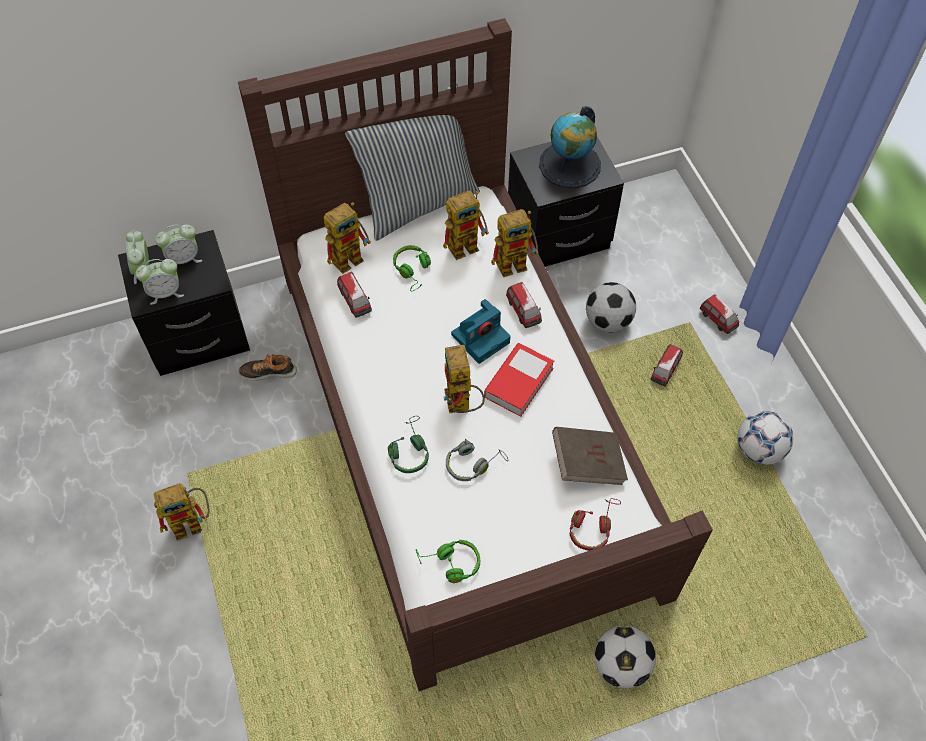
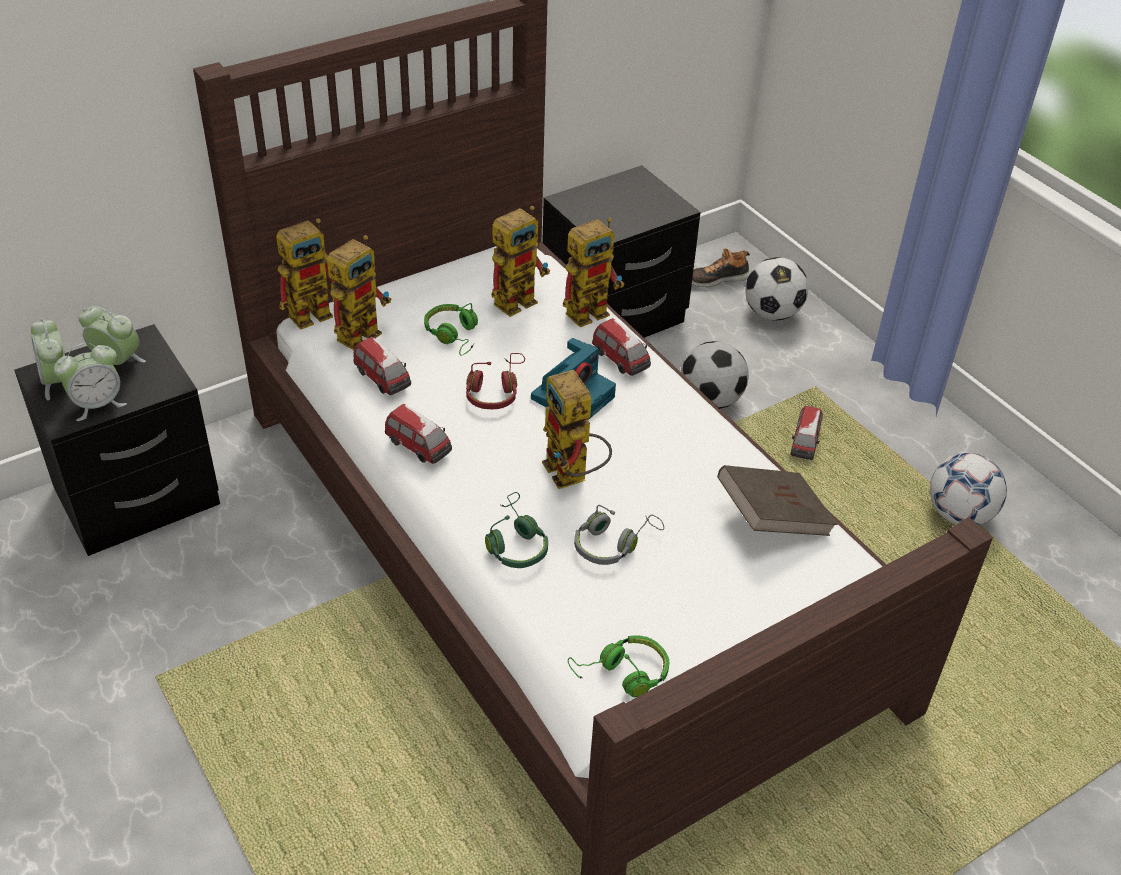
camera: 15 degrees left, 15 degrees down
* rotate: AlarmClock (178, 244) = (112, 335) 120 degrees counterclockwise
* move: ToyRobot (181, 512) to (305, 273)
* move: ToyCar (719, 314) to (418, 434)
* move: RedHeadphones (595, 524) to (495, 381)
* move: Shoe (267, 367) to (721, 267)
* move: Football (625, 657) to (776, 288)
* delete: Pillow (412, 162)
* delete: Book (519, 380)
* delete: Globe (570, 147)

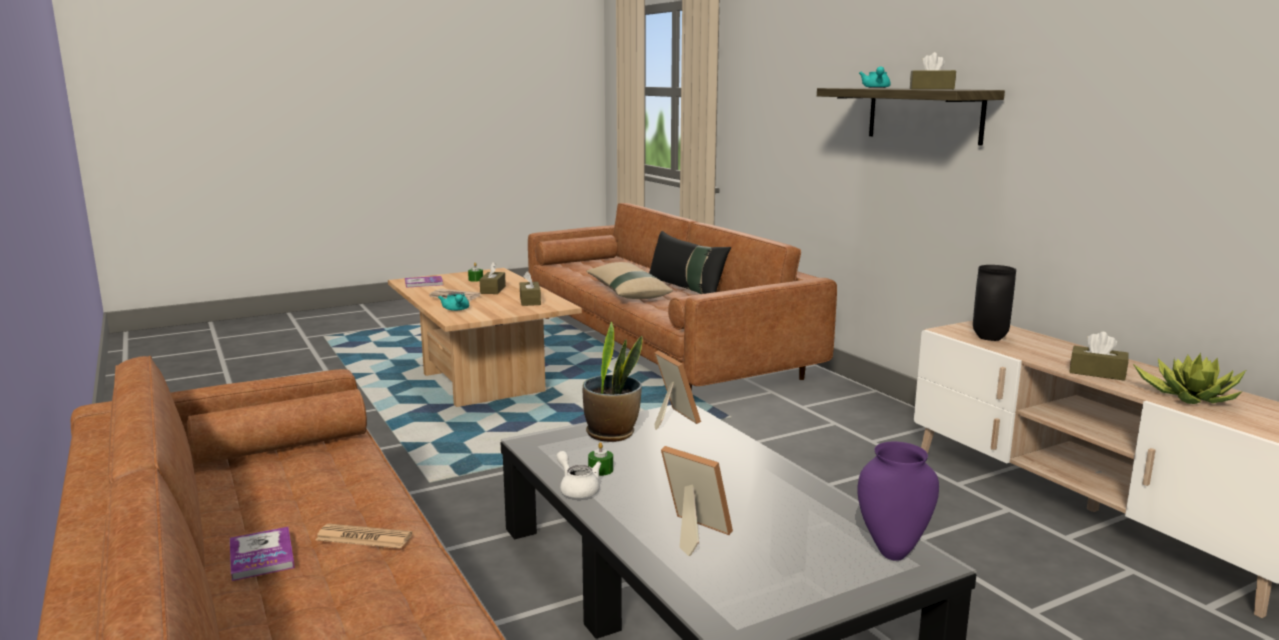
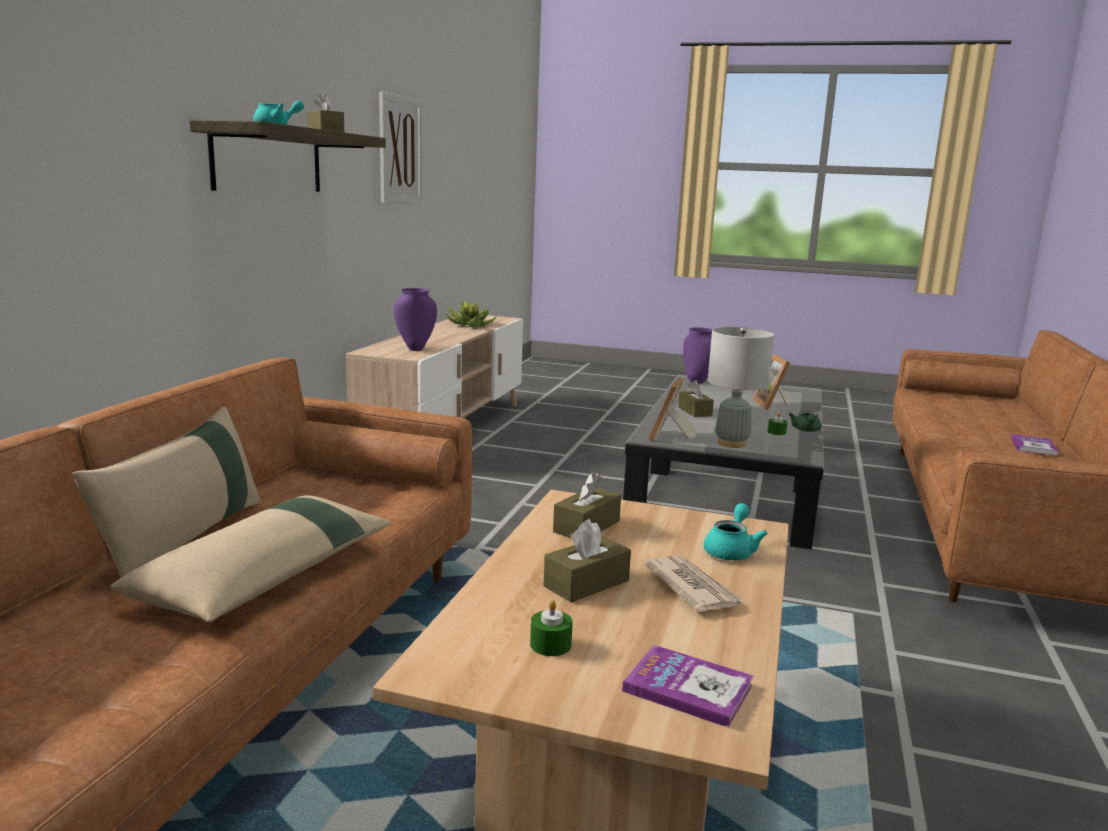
camera: 135 degrees left, 0 degrees up
* recolor: BlackPillow (690, 262) to BeigePillow (167, 492)
* insert: Picture (400, 147)
* recolor: BlackVase (994, 303) to PurpleVase (415, 319)
* move: BrownTissueBox (1099, 356) to (696, 398)
* replace: PottedPlant (613, 381) to GreyTableLamp (741, 387)
* recolor: WhiteTeapot (578, 474) to GreenTeapot (805, 421)
* delete: Newspaper (364, 536)

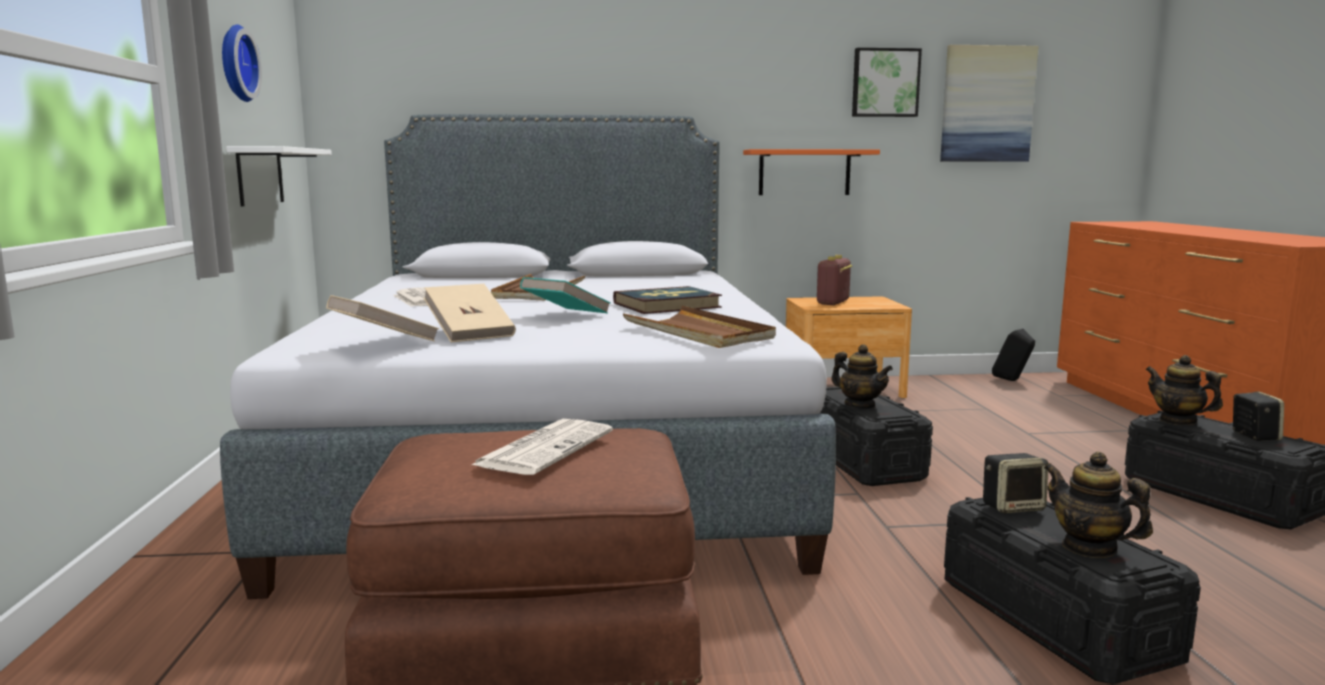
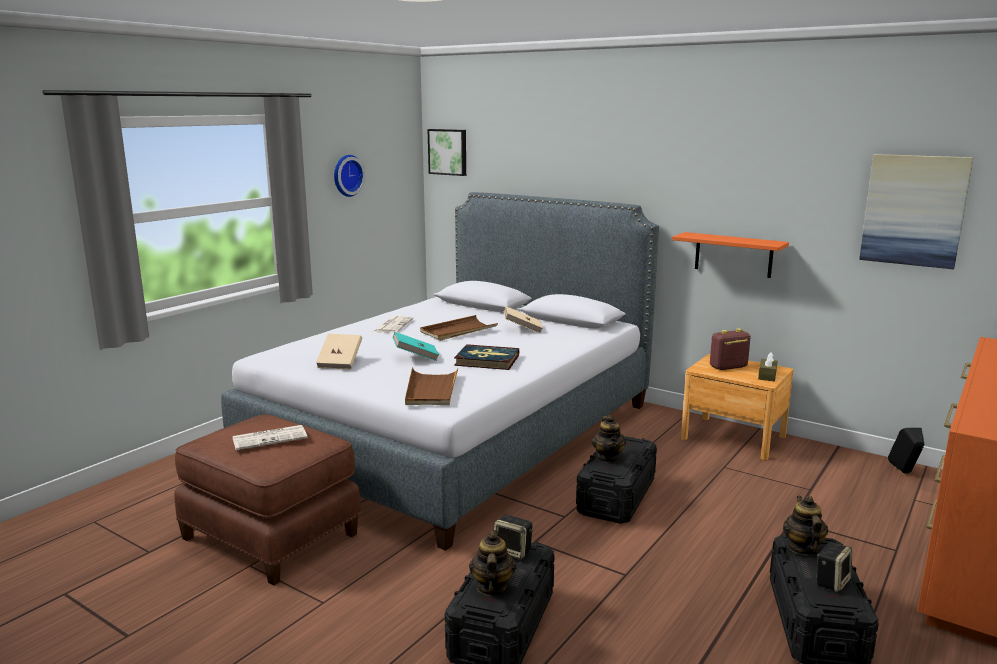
camera: 40 degrees right, 5 degrees up
* move: Picture (887, 82) to (447, 152)
* move: BeigeBook (382, 318) to (523, 320)
* insert: BrownTissueBox (768, 366)
* delete: WhiteShelf (279, 176)

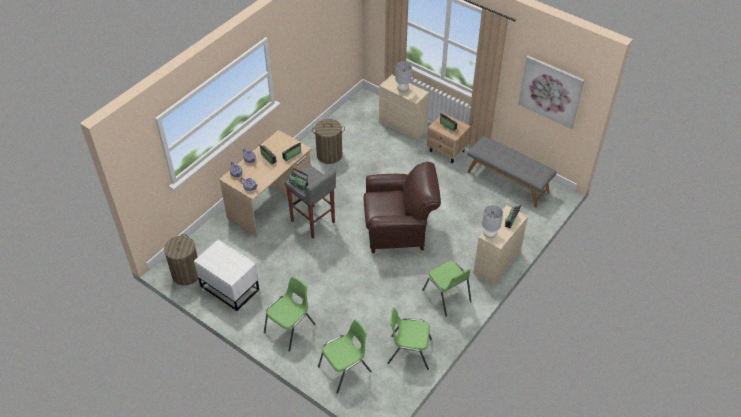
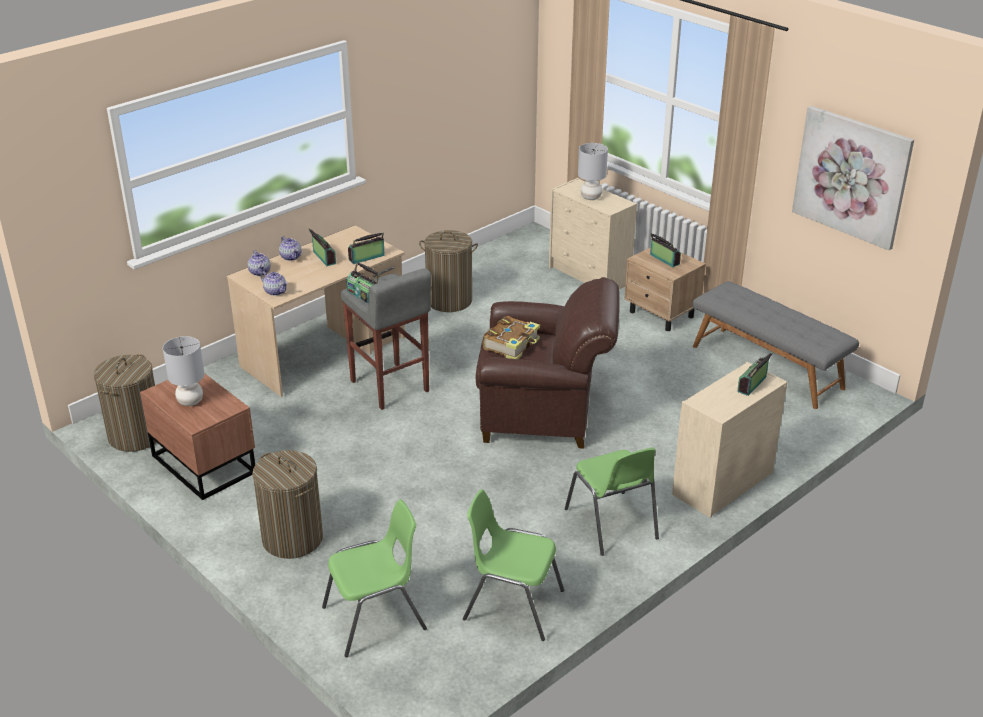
camera: 10 degrees right, 15 degrees down
* recolor: WhiteNightstand (226, 275) to BrownNightstand (197, 437)
* move: GreyTableLamp (492, 222) to (184, 371)
* replace: GreenChair (290, 314) to LaundryBasket (287, 504)
* insert: Book (511, 337)

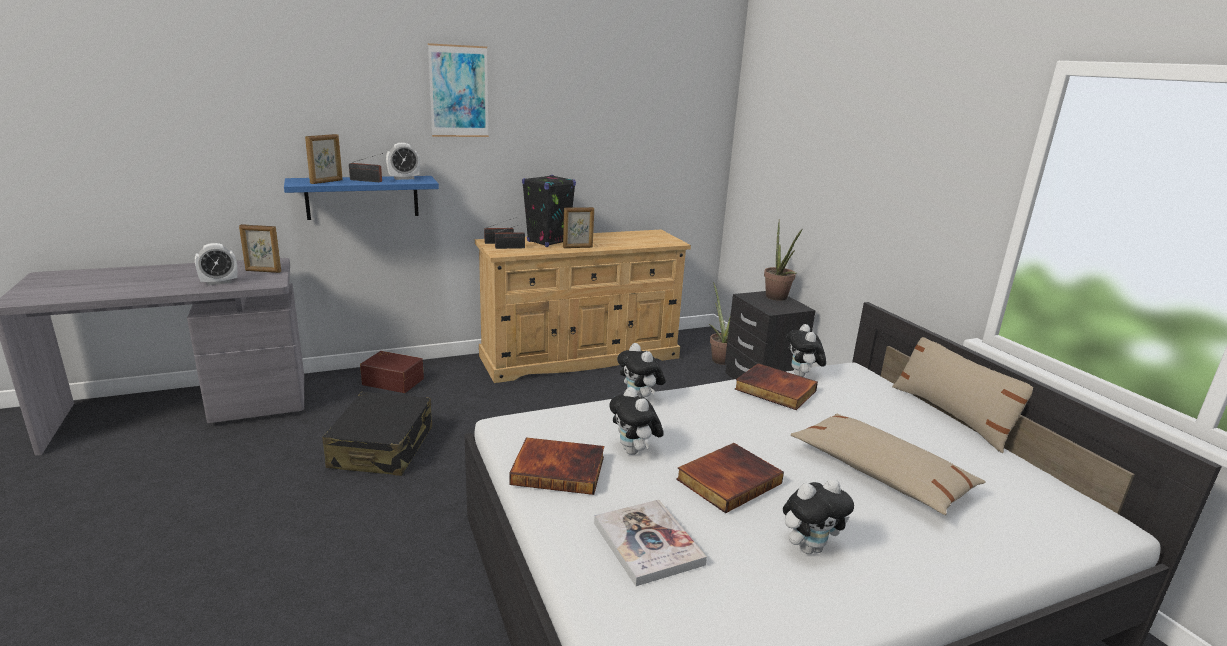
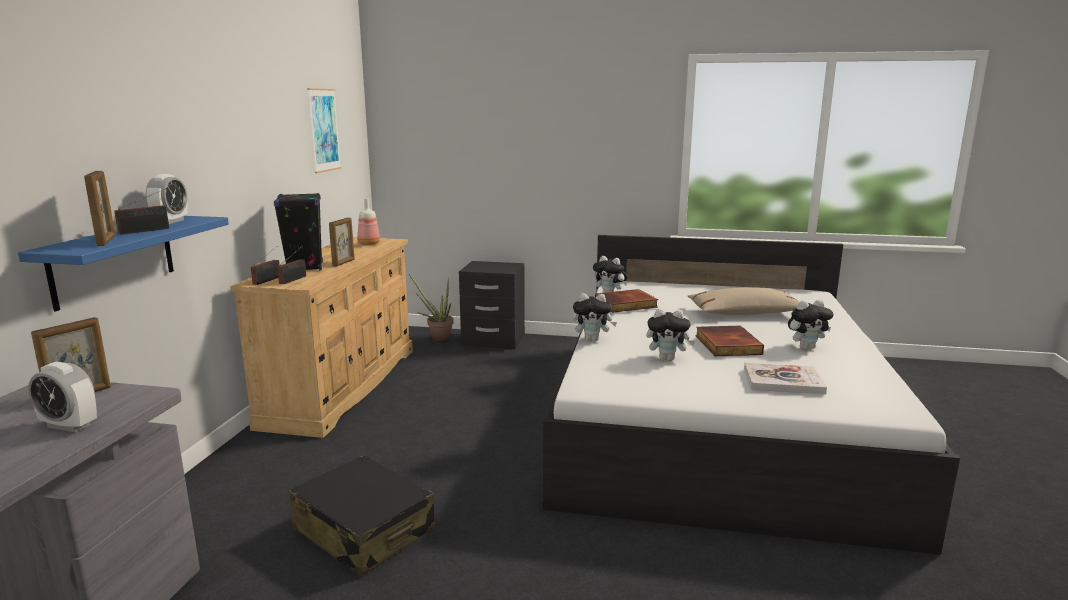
camera: 55 degrees left, 5 degrees down
* rotate: AlarmClock (216, 264) = (62, 397) 105 degrees clockwise
* move: Picture (458, 90) to (324, 130)
* insert: Bottle (368, 221)
* rotate: PlushToy (818, 516) = (810, 324) 60 degrees clockwise
* delete: BrownStorageBox (392, 372)
* delete: Book (556, 466)
* delete: PottedPlant (783, 260)
* delete: BeigePillow (962, 395)

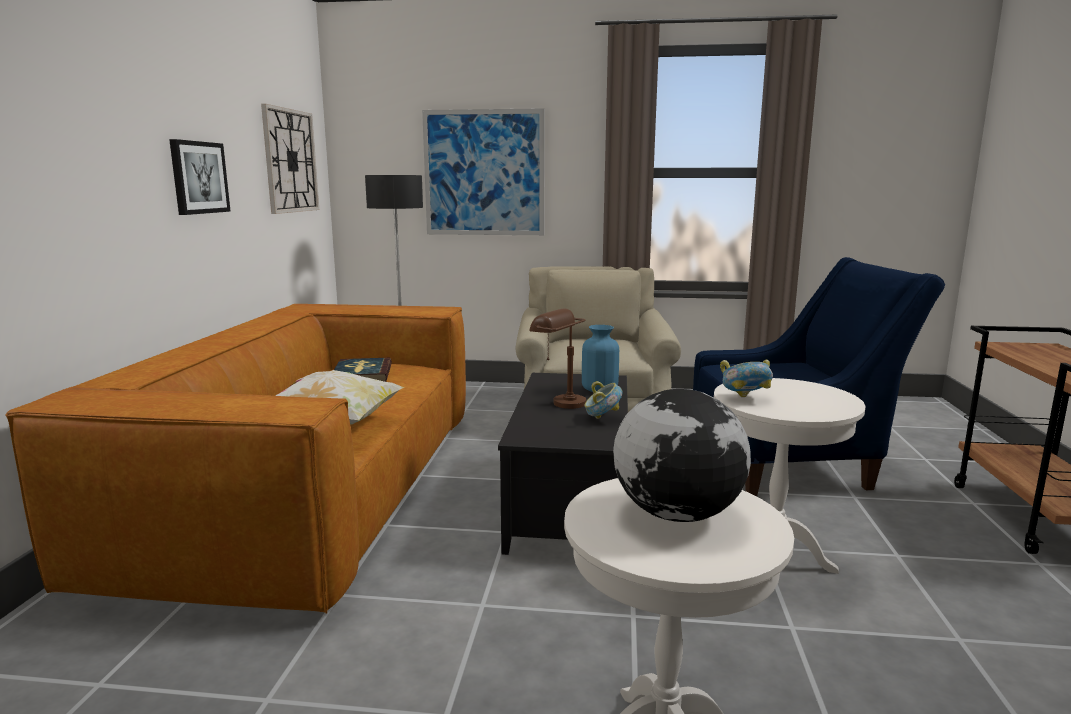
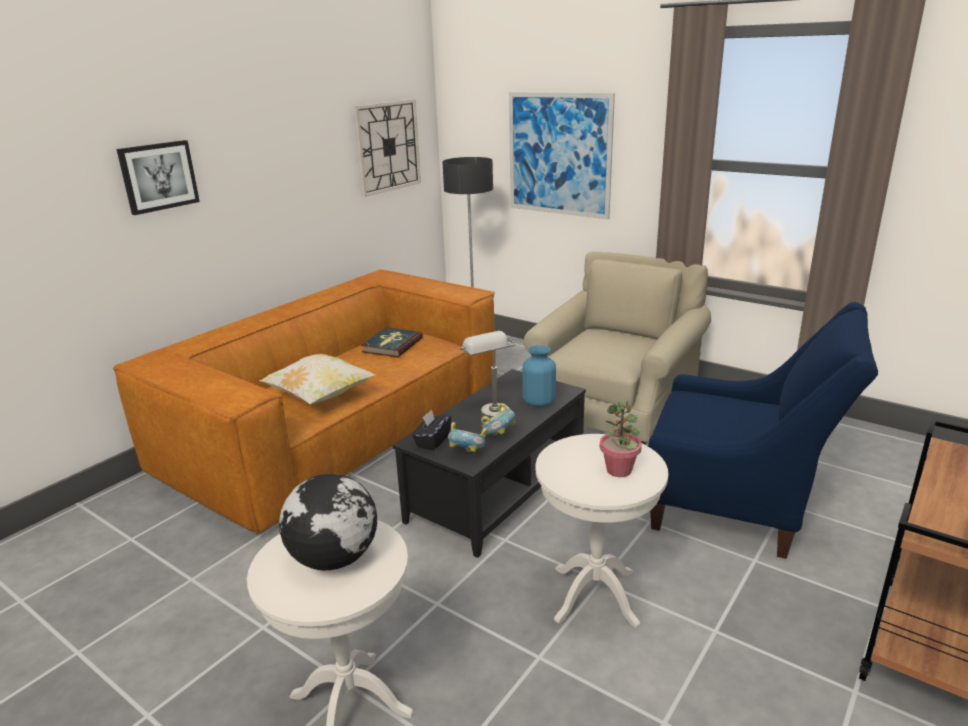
camera: 30 degrees right, 10 degrees up
* move: Picture (200, 177) to (158, 177)
* insert: BlackTissueBox (431, 429)
* move: Bowl (746, 378) to (468, 437)
* recolor: BrownTableLamp (557, 359) to GreyTableLamp (488, 374)
* insert: PottedPlant (621, 439)

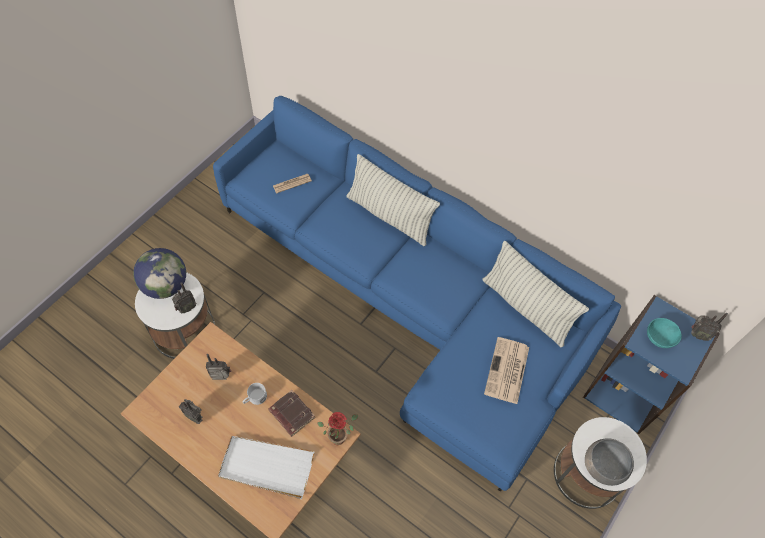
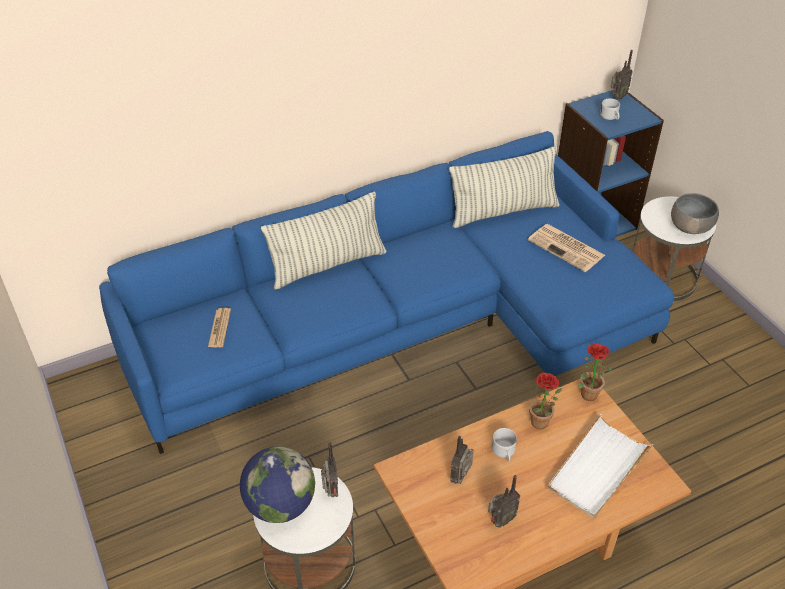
camera: 60 degrees left, 15 degrees down
* replace: BrownBook (291, 413) to PottedPlant (545, 400)
* replace: TurquoiseBowl (664, 333) to WhiteMug (610, 109)

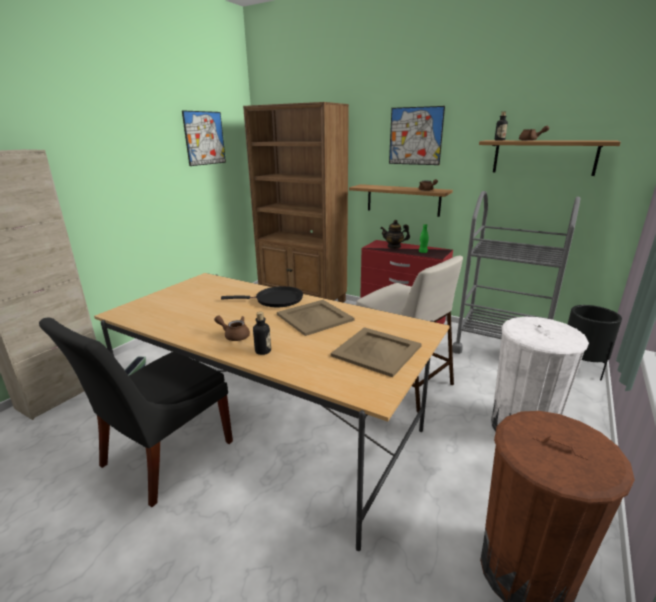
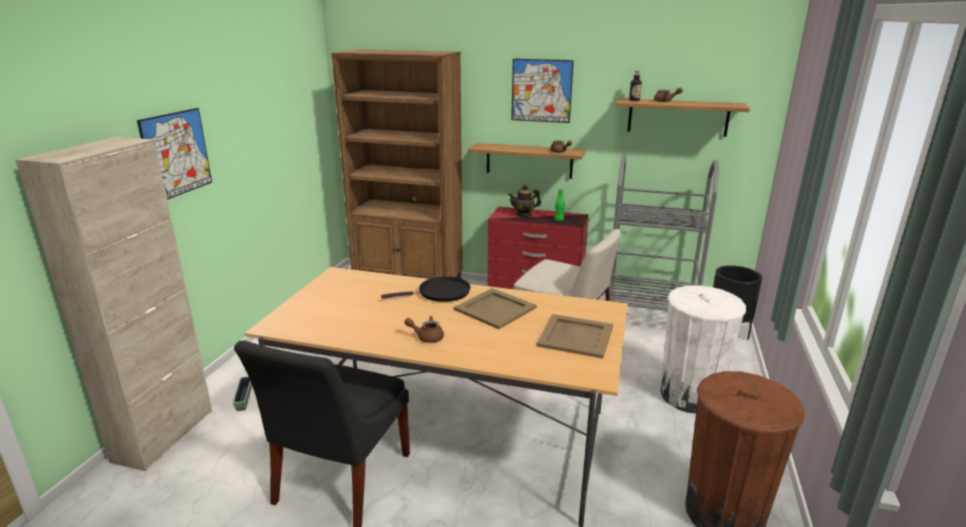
camera: 15 degrees left, 0 degrees up
* move: Picture (204, 138) to (174, 153)
* delete: Bottle (262, 333)

